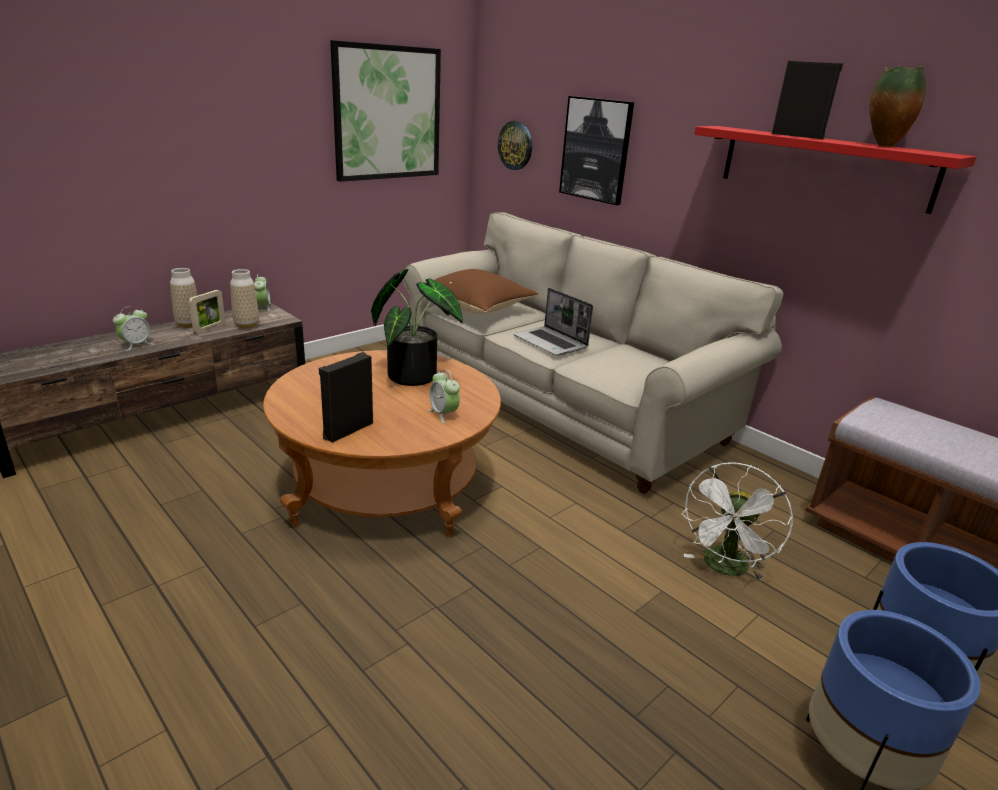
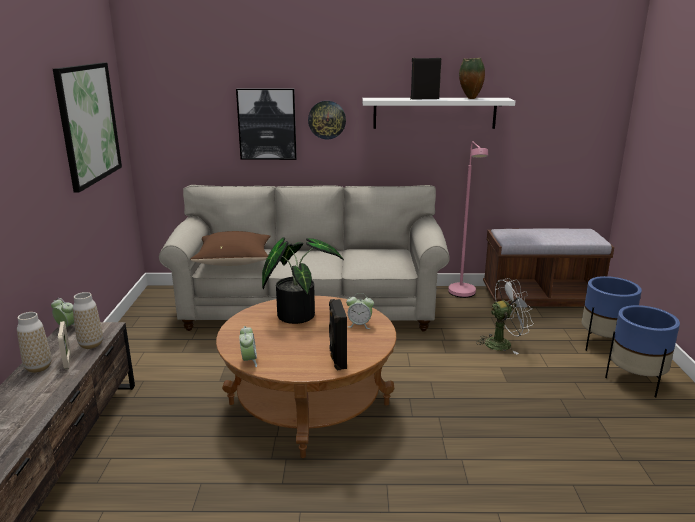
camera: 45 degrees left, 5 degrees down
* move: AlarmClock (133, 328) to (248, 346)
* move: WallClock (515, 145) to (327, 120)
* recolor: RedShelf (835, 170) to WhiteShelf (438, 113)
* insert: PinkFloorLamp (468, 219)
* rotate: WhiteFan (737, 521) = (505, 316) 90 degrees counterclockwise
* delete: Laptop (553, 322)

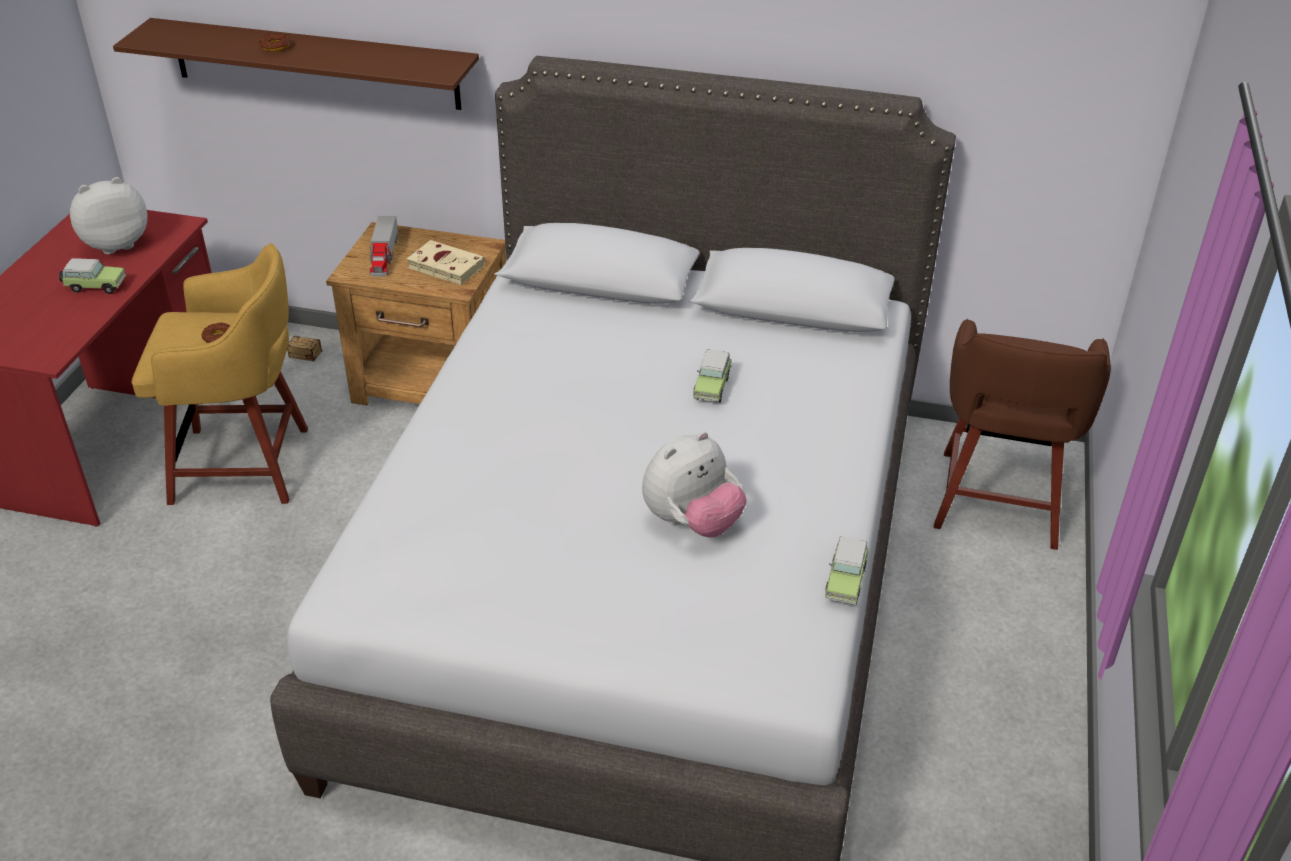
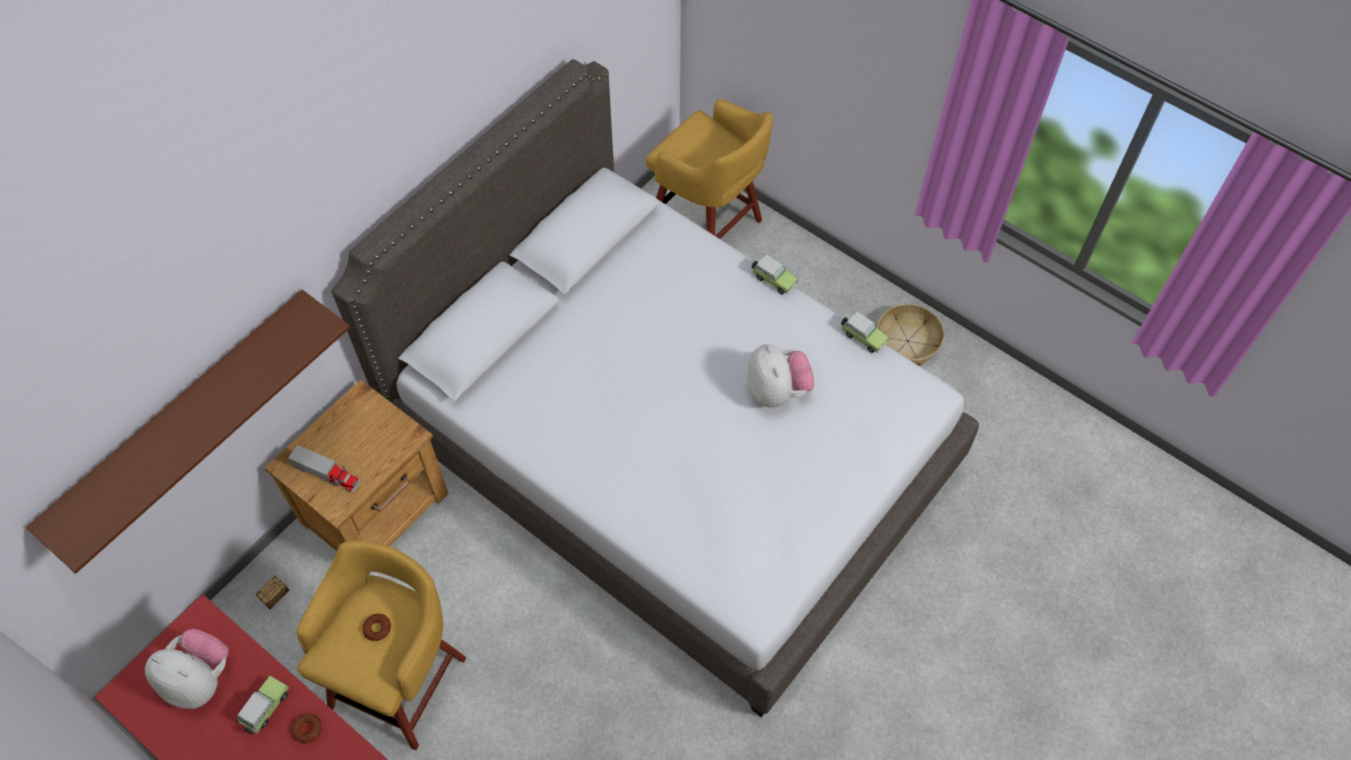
camera: 65 degrees left, 20 degrees up
* rotate: PlushToy (109, 215) = (187, 669) 120 degrees clockwise
* move: Donut (275, 42) to (307, 728)
* recolor: BrownStool (1022, 434) to YellowStool (709, 169)
* move: ToyCar (712, 376) to (774, 274)
* insert: Basket (910, 335)
* delete: BeigeBook (446, 262)

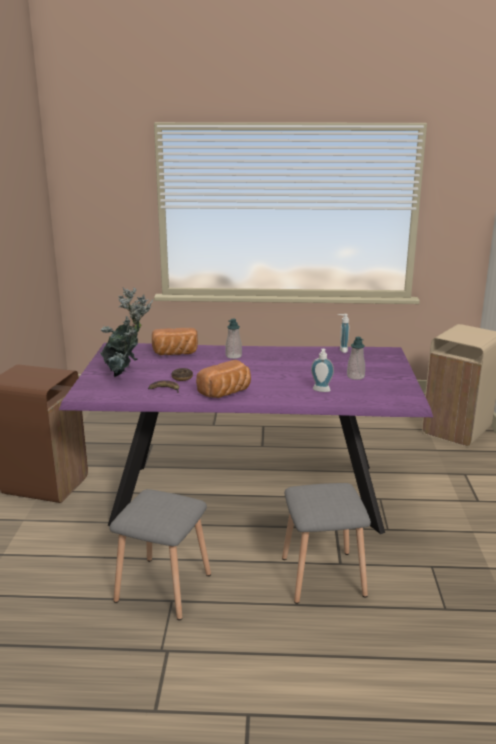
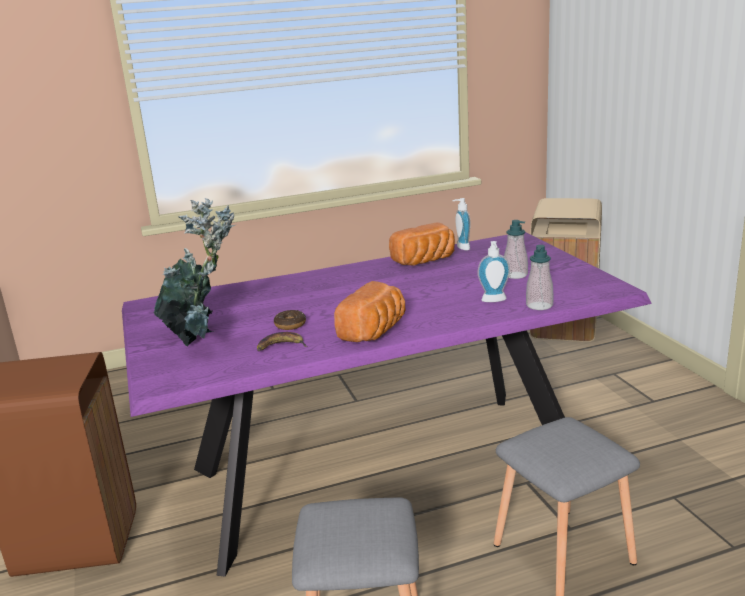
camera: 20 degrees left, 0 degrees up
* move: Bread (175, 341) to (422, 244)
* move: SoapDispenser (233, 339) to (540, 277)

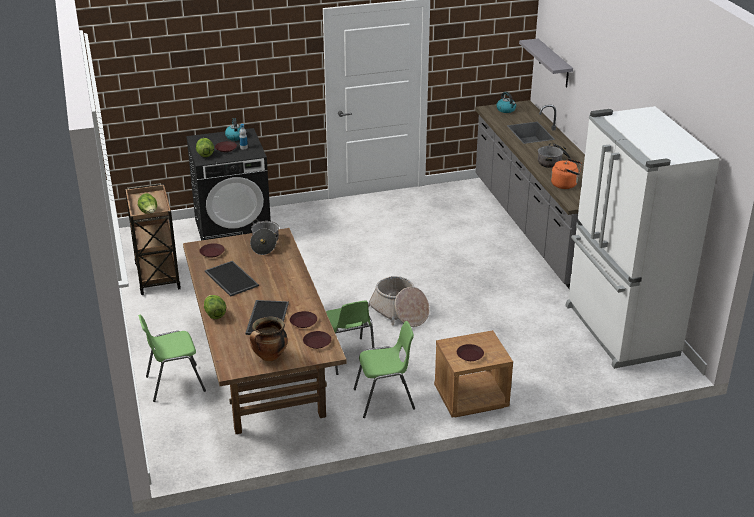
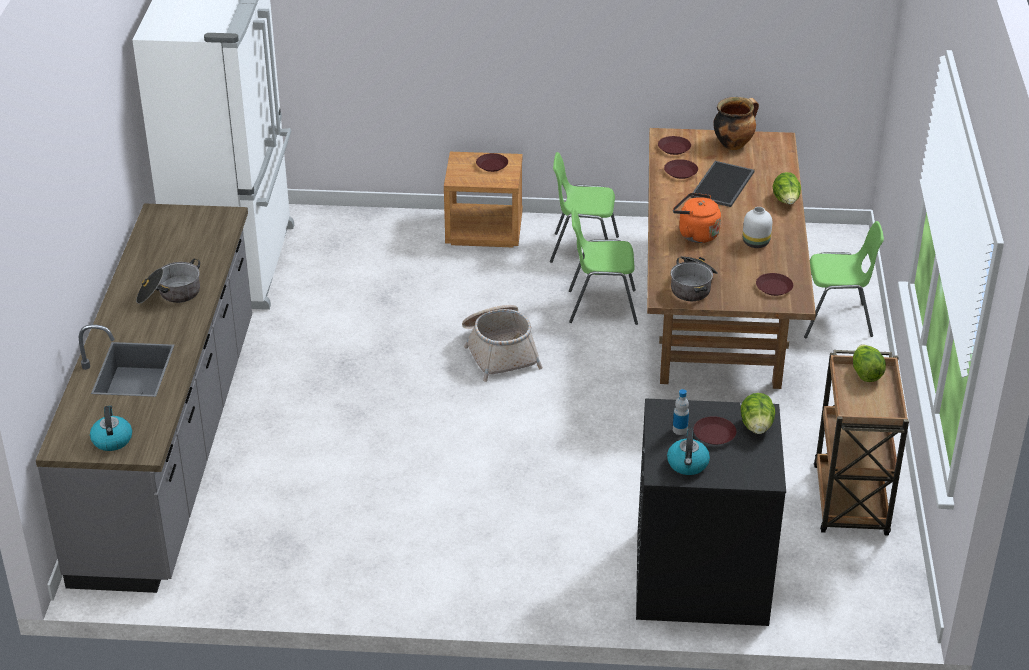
camera: 160 degrees left, 5 degrees up
* rotate: GreenChair (350, 337) = (603, 266) 90 degrees counterclockwise
* move: OrangeKettle (566, 173) to (697, 218)
* replace: Tray (232, 279) to WhiteVase (757, 227)
* delete: GreyShelf (546, 62)

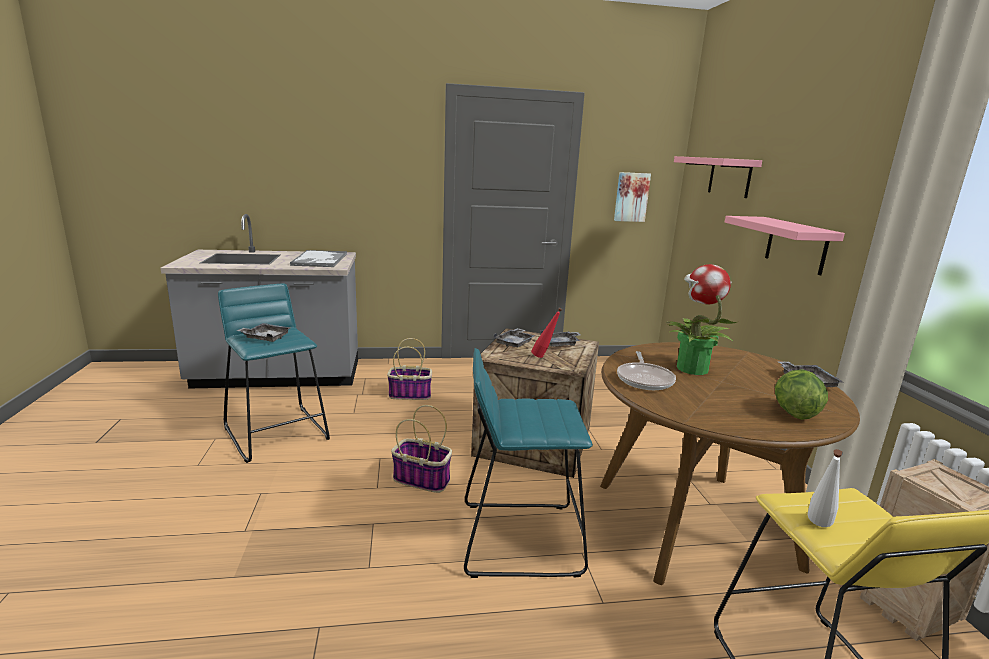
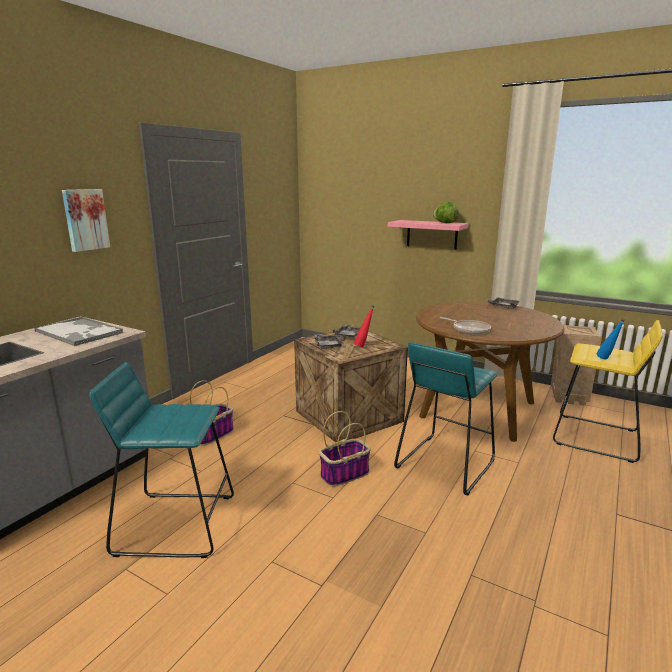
camera: 50 degrees left, 0 degrees up
* move: Picture (632, 197) to (86, 220)
* move: Lettuce (801, 394) to (446, 212)
* recolor: WhiteBottle (825, 488) to BlueBottle (611, 338)
* delete: GreyTray (264, 332)
* delete: PottedPlant (702, 319)
* delete: PinkShelf (718, 177)

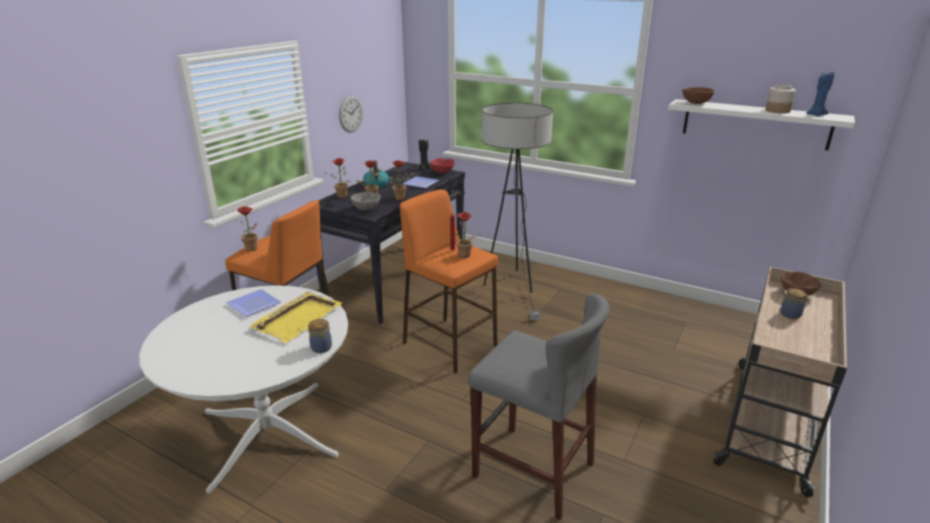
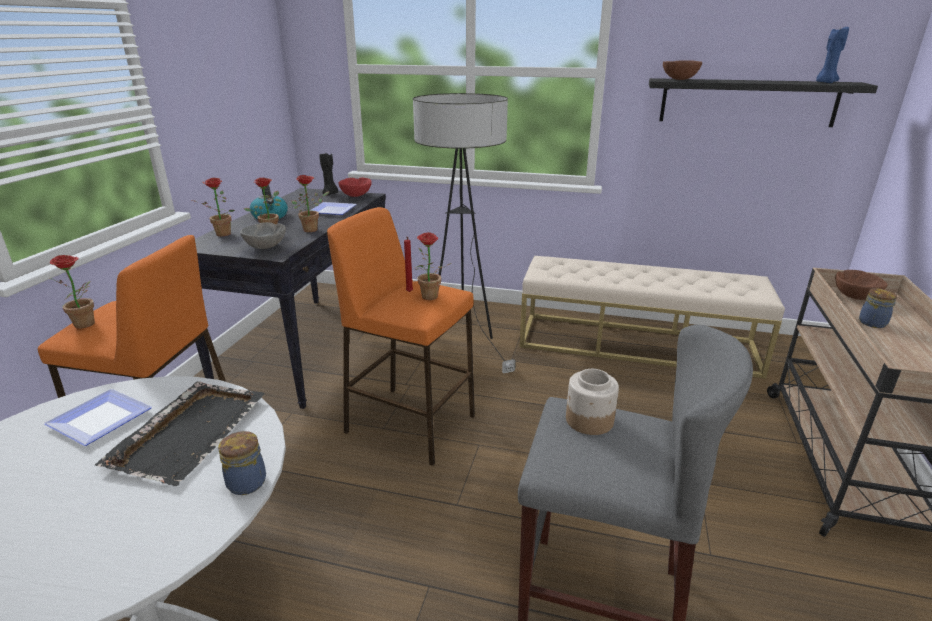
camera: 15 degrees left, 0 degrees up
* recolor: YellowTray (295, 317) to BlackTray (180, 433)
* insert: BeigeBench (652, 317)
* move: Jar (780, 99) to (592, 402)
* recolor: WhiteShelf (761, 124) to BlackShelf (763, 102)
* delete: WallClock (351, 114)

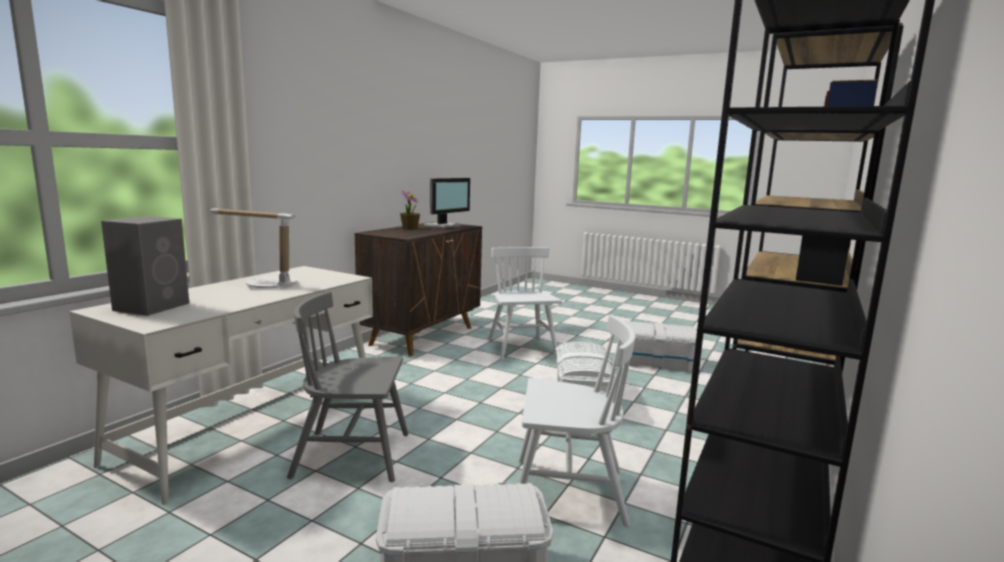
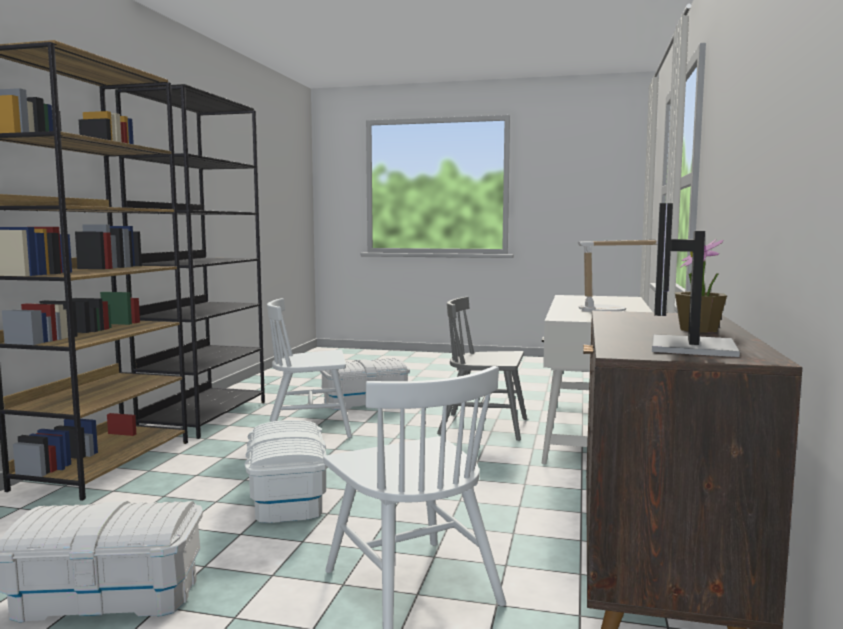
camera: 165 degrees right, 5 degrees down
* rotate: GreyChair (348, 387) = (482, 369) 150 degrees counterclockwise
* delete: GreySpeaker (145, 266)

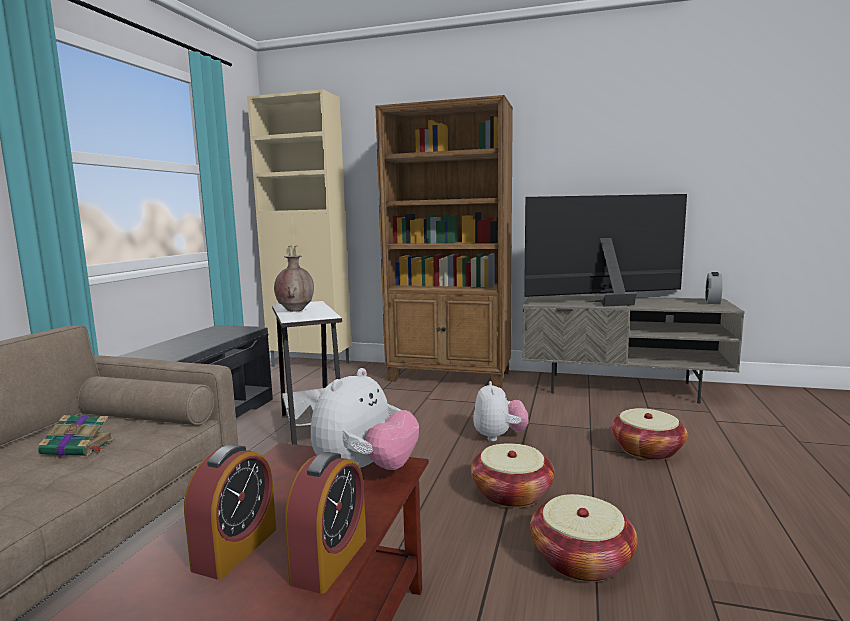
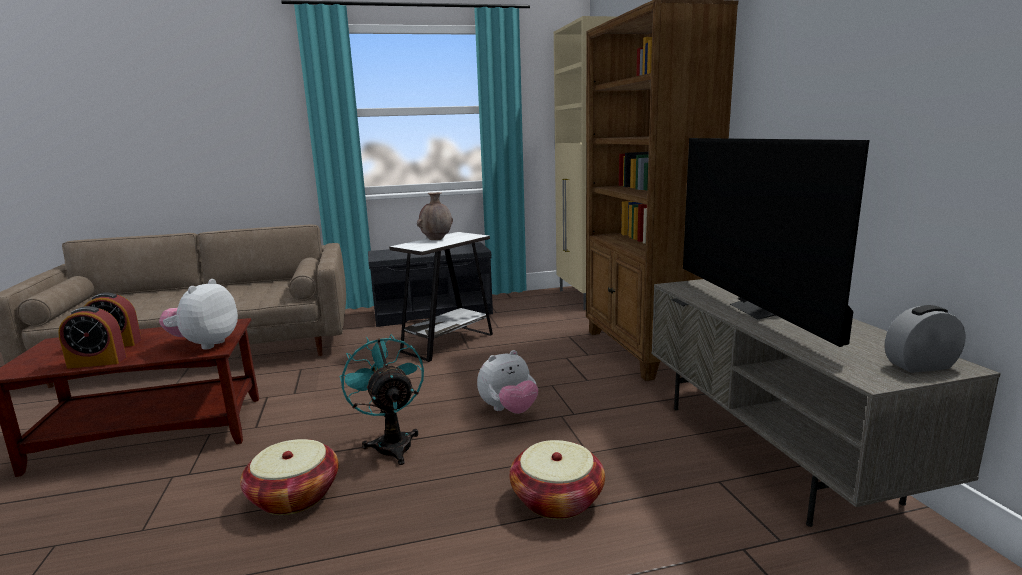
camera: 60 degrees right, 5 degrees up
* rotate: PlushToy (365, 419) = (198, 314) 105 degrees clockwise
* replace: Basket (513, 475) to TurquoiseFan (381, 399)
* rotate: Television (605, 250) = (776, 242) 150 degrees counterclockwise
* delete: Book (76, 435)

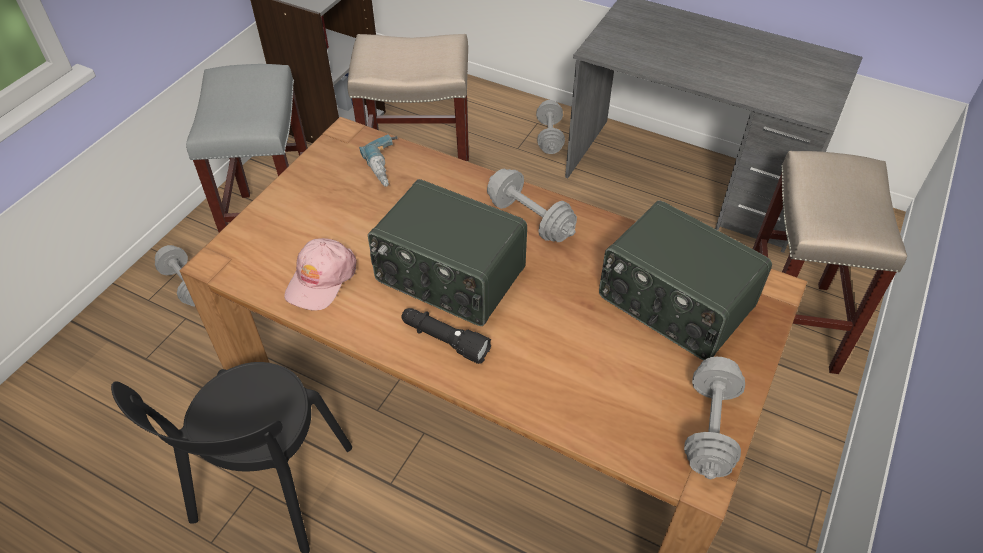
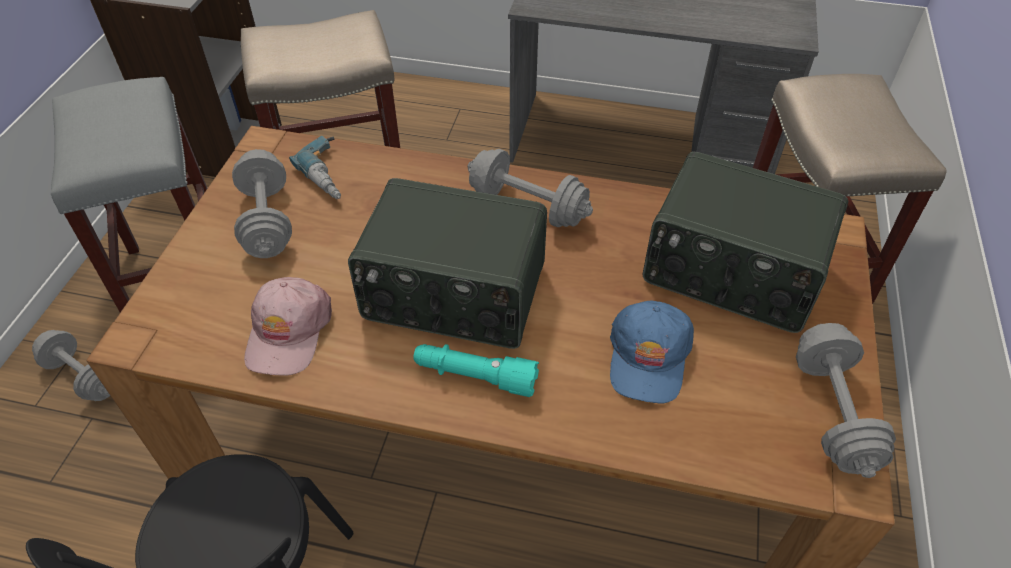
camera: 15 degrees left, 0 degrees up
* move: GreyDumbbell (550, 127) to (262, 203)
* recolor: BlackFlashlight (446, 336) to TurquoiseFlashlight (476, 370)
* insert: BlueCap (652, 352)

